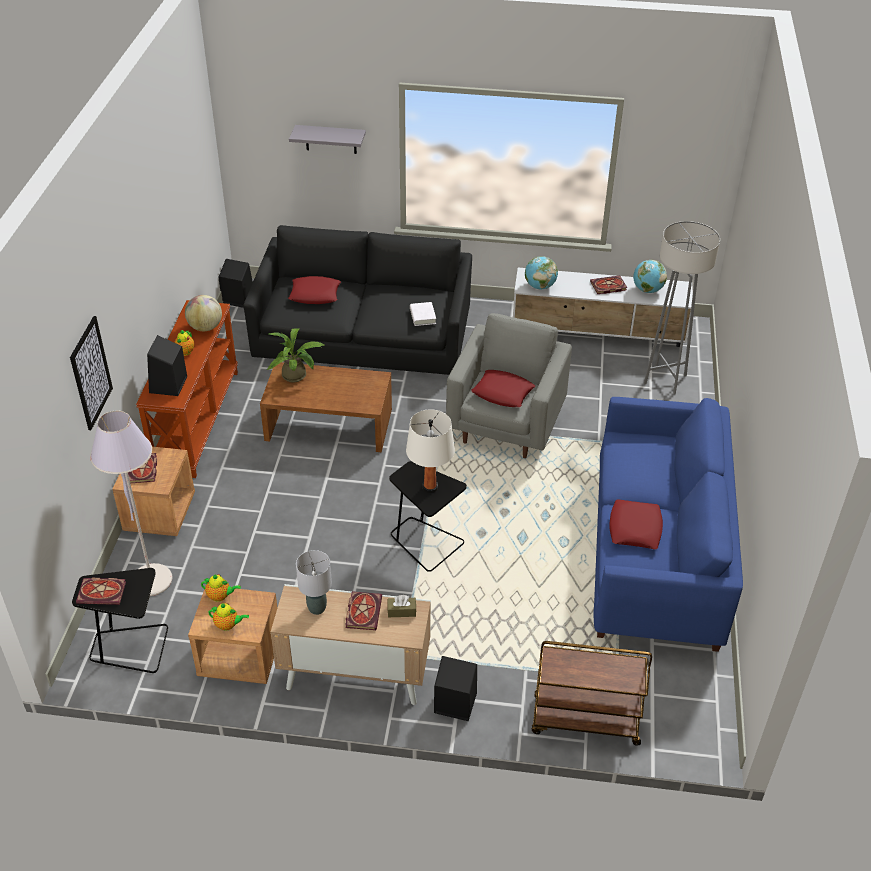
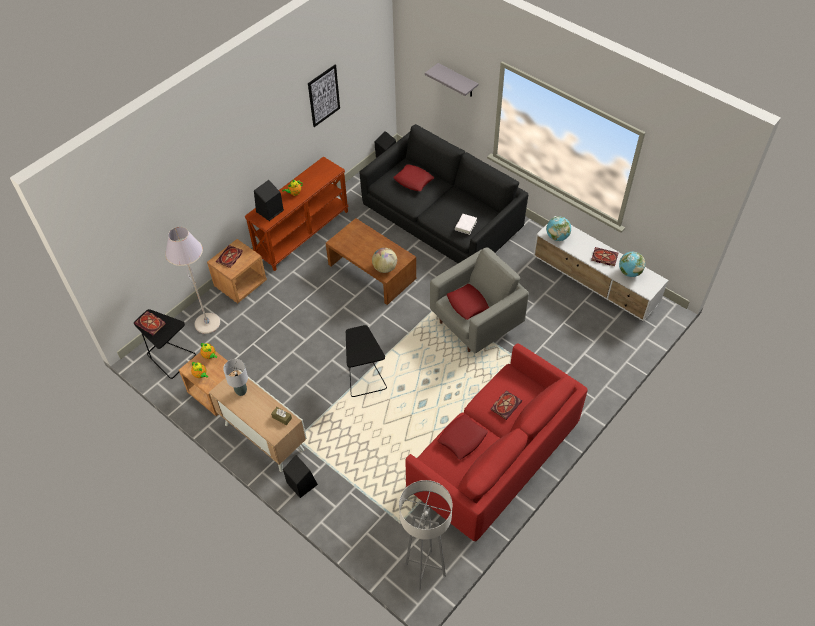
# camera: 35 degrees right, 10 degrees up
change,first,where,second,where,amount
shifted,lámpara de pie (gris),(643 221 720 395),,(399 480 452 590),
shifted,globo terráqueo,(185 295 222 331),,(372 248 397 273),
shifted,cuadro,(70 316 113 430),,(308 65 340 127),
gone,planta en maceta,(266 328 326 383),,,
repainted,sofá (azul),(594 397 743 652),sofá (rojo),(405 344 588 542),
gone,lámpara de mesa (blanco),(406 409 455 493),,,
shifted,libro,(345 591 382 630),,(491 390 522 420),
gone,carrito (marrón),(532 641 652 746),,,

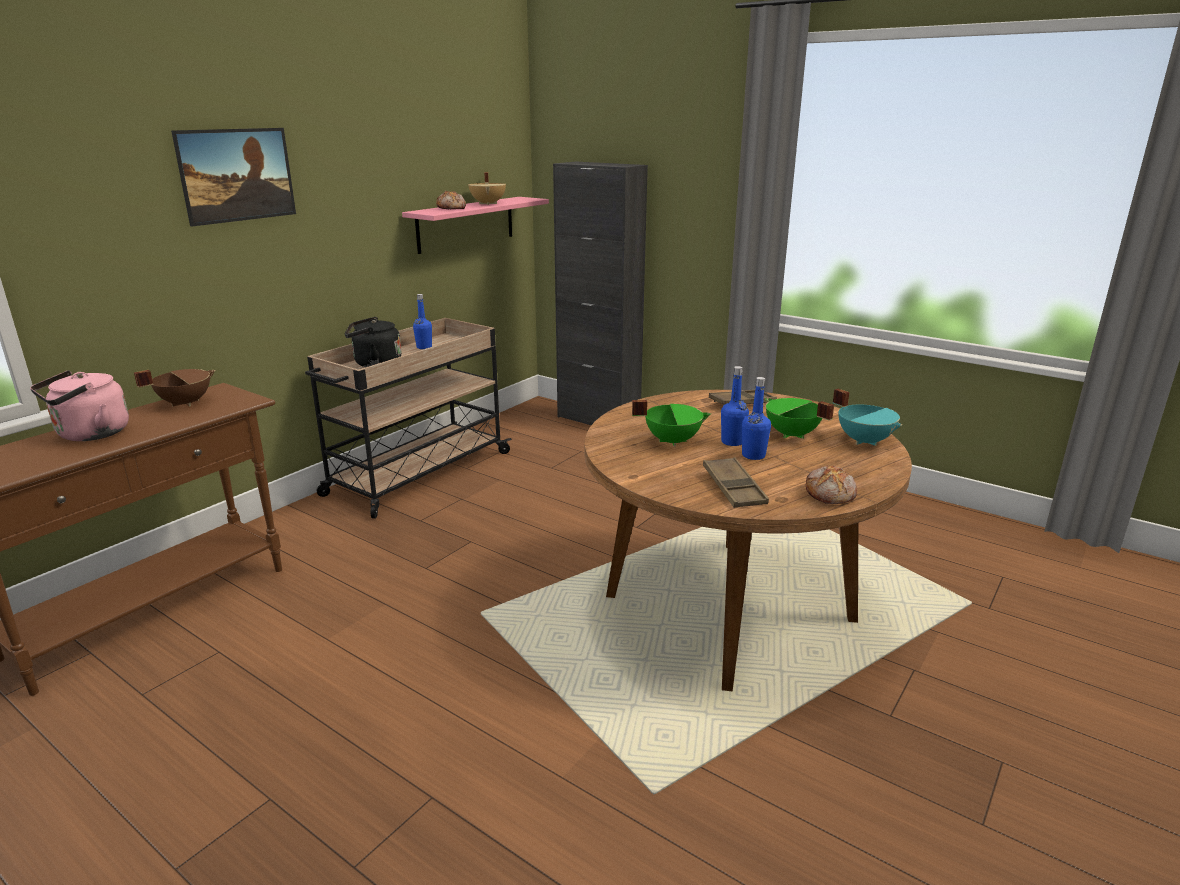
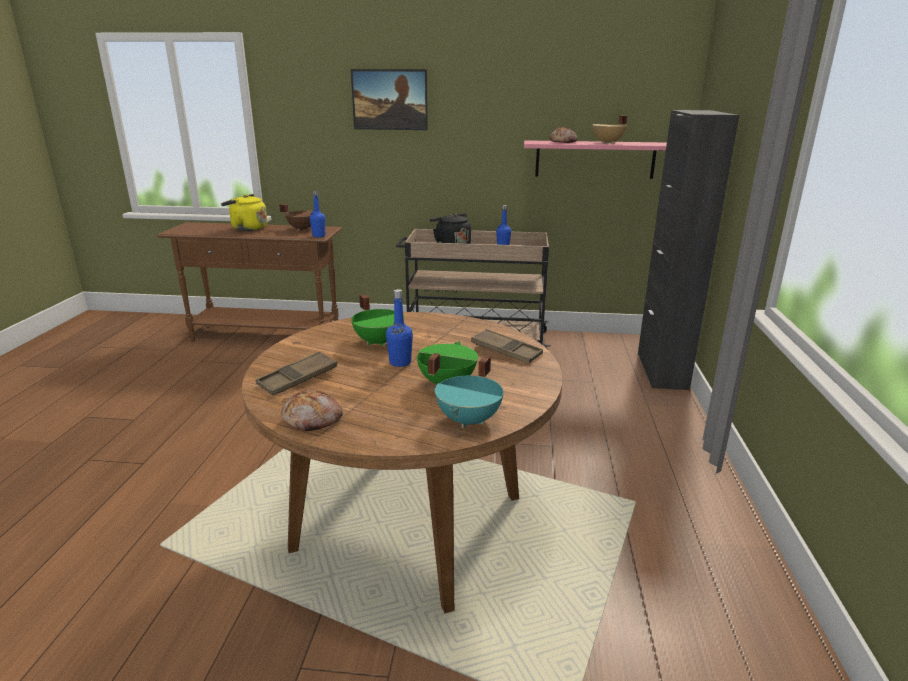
# camera: 60 degrees right, 0 degrees up
change,first,where,second,where,amount
repainted,hervidor (rosa),(30 370 129 441),hervidor (amarillo),(221 194 267 231),
shifted,botella (azul),(742 377 771 460),,(310 191 326 237),

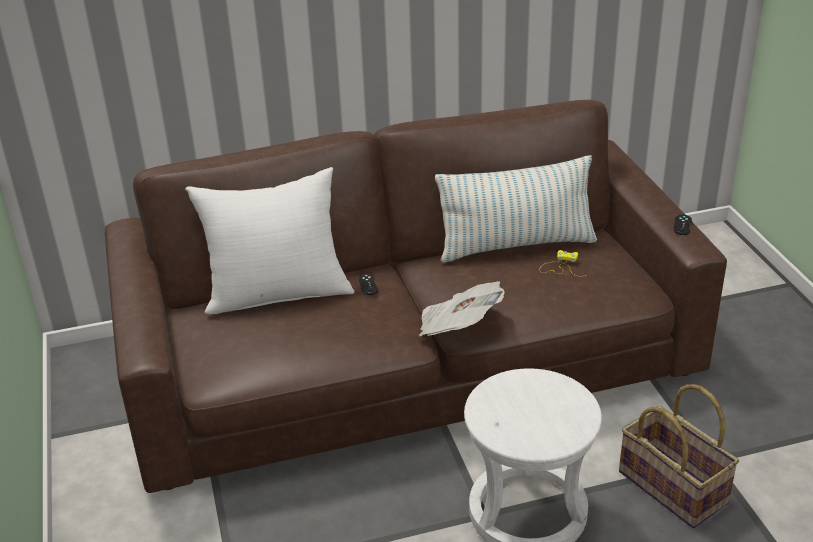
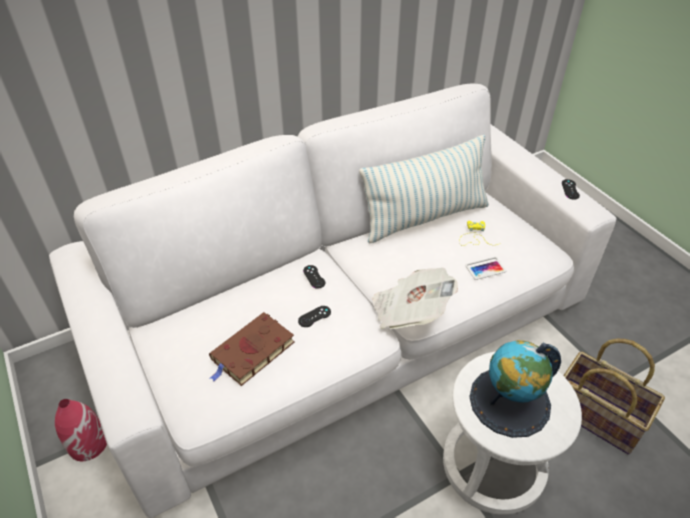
# camera: 15 degrees left, 10 degrees up
change,first,where,second,where,amount
repainted,sofá (marrón),(105 100 727 493),sofá (blanco),(49 83 617 518),
gone,cojín (blanco),(185 167 354 314),,,
new,,,móvil,(465 257 506 280),
new,,,mando de consola (negro),(298 306 331 327),
new,,,libro (marrón),(209 312 294 386),
new,,,globo terráqueo,(469 340 561 438),
new,,,florero (rojo),(55 399 107 461),

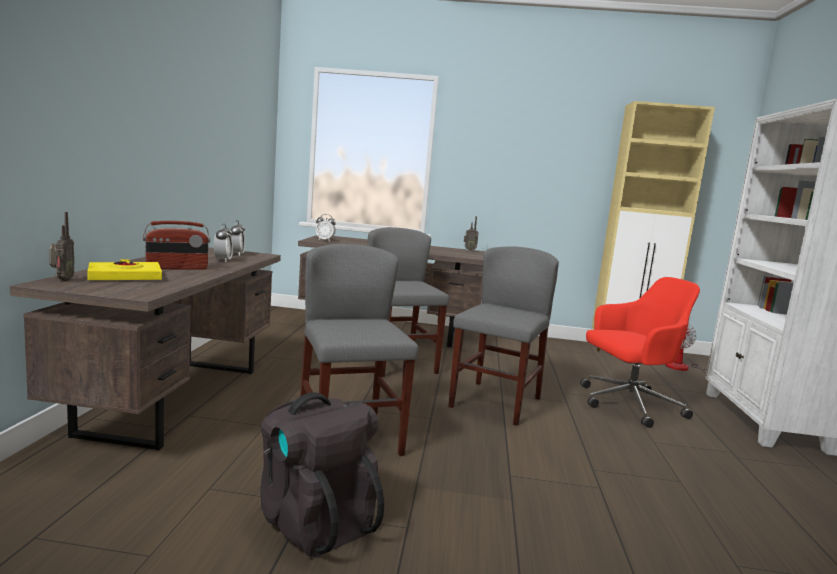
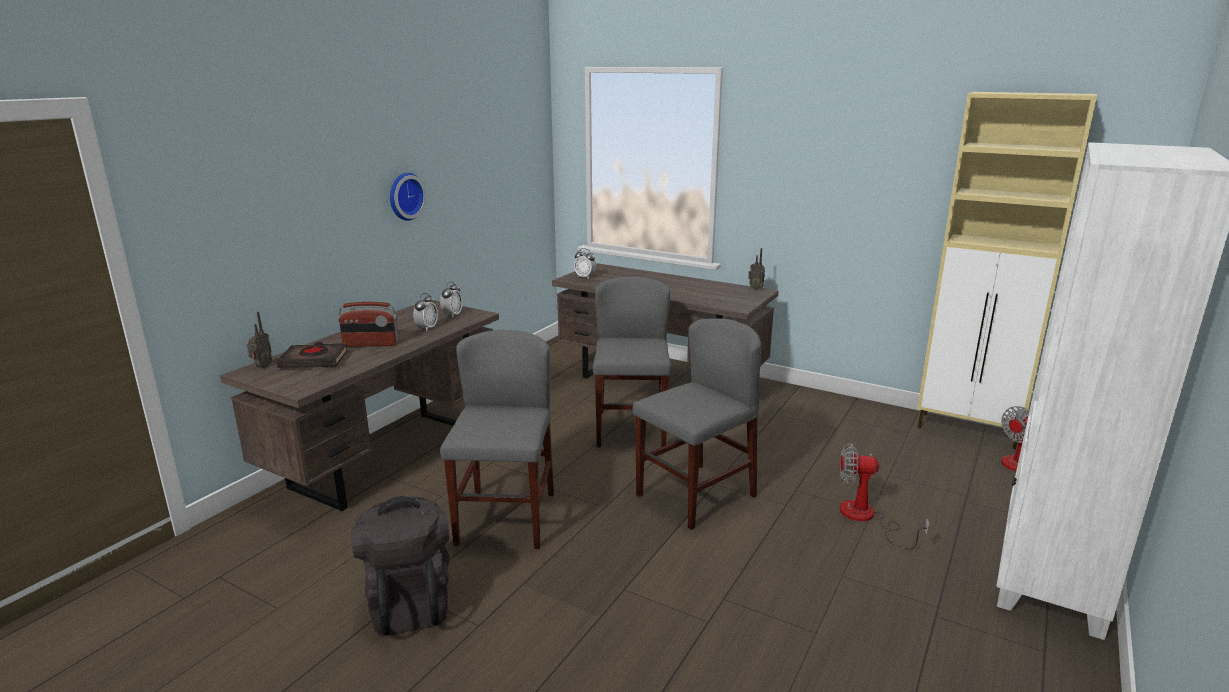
# camera: 25 degrees right, 10 degrees up
change,first,where,second,where,amount
repainted,libro (amarillo),(87 259 162 280),libro (negro),(277 342 348 368),
swapped,silla de oficina (rojo),(580 277 700 428),ventilador,(840 443 929 549),
new,,,reloj de pared,(390 173 427 221),

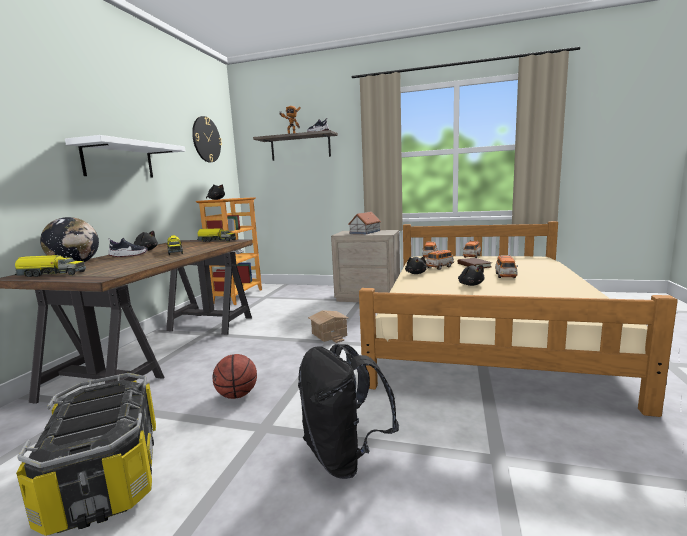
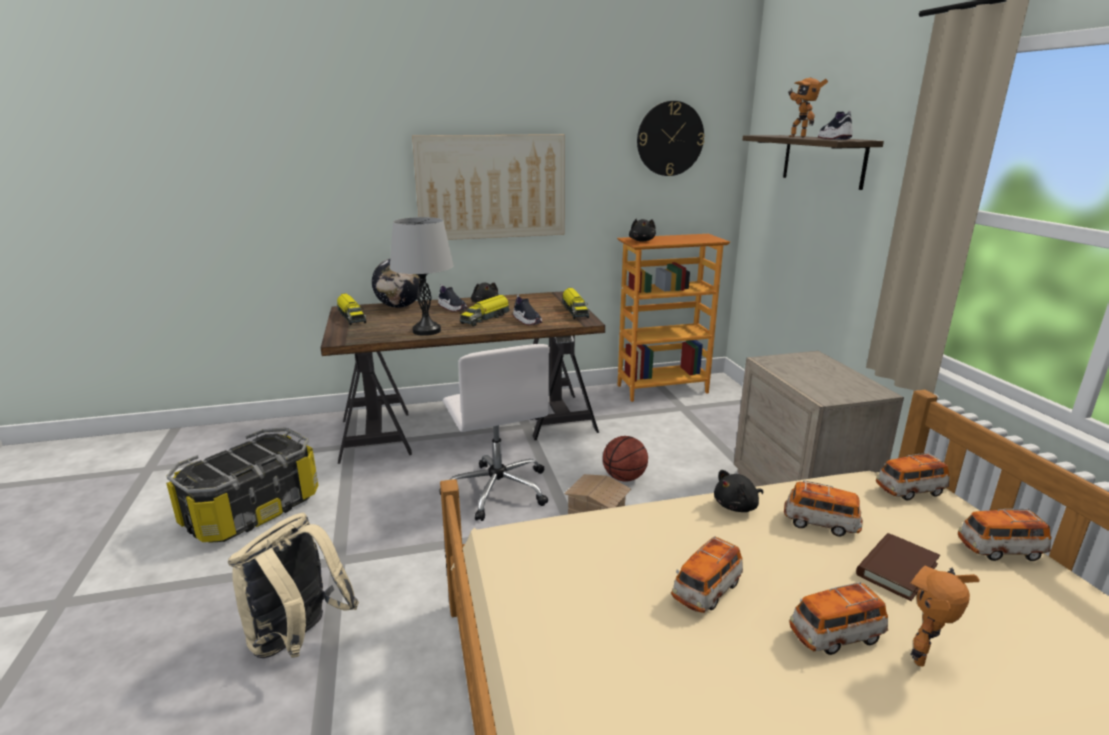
# camera: 60 degrees right, 10 degrees up
change,first,where,second,where,amount
swapped,estante (blanco),(65 135 185 177),cuadro,(412 134 565 240),
gone,casita,(348 211 381 235),,,
swapped,peluche (negro),(458 265 485 286),coche de juguete,(671 536 743 613),
repainted,mochila (negro),(298 344 399 479),mochila (beis),(228 513 359 658),
shifted,balón de baloncesto,(212 354 257 399),,(603 436 648 482),
new,,,lámpara de mesa (gris),(390 217 454 336),
new,,,zapato,(513 295 542 325),
new,,,silla de oficina (blanco),(439 344 550 521),
new,,,robot de juguete,(910 566 980 667),

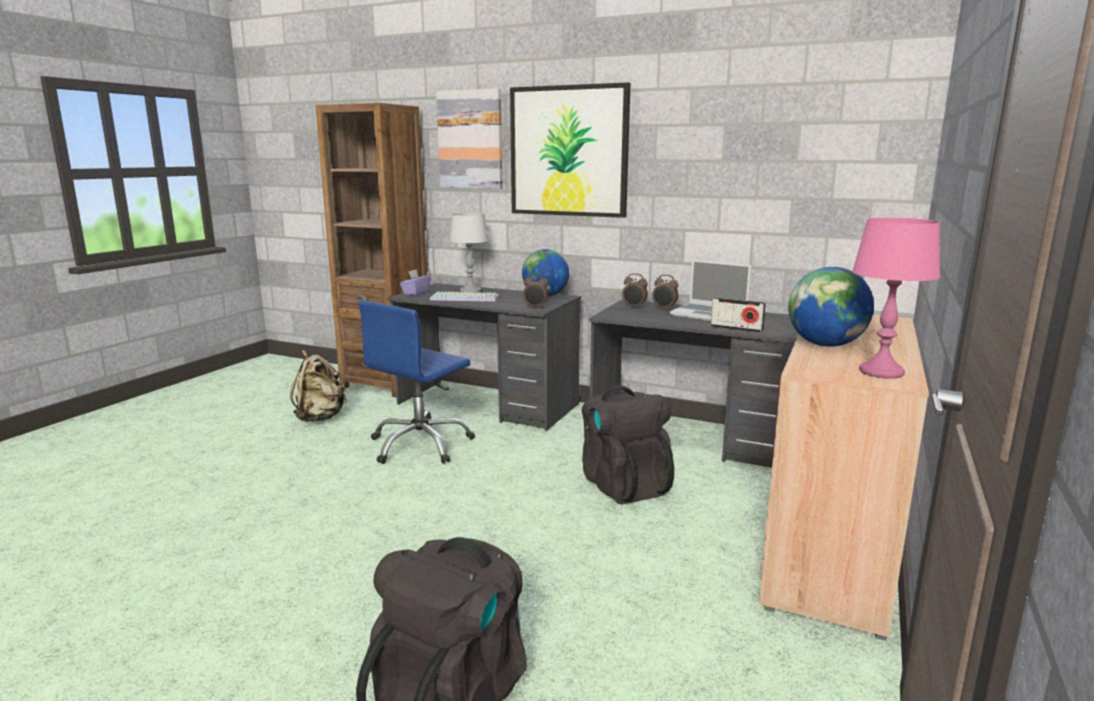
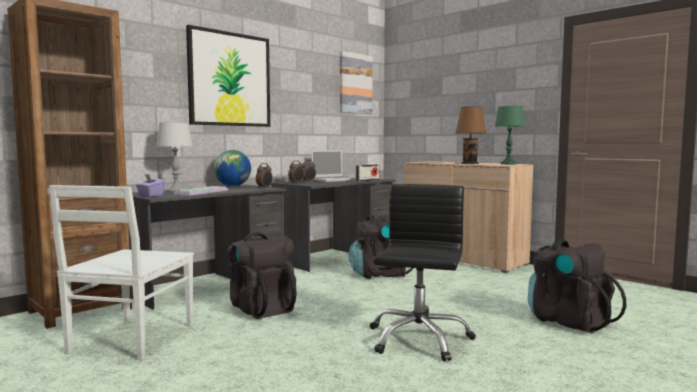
# camera: 70 degrees left, 10 degrees down
change,first,where,second,where,amount
shifted,cuadro,(436 88 502 189),,(340 51 373 114),
repainted,lámpara de mesa (rosa),(852 218 941 379),lámpara de mesa (verde),(495 106 525 164),
swapped,globo terráqueo,(788 267 874 347),lámpara de mesa (marrón),(455 106 486 164),
swapped,silla de oficina (azul),(359 301 475 464),mochila (negro),(227 232 297 319),
swapped,mochila (beis),(290 350 347 422),silla (blanco),(49 185 194 360),
new,,,silla de oficina (negro),(370 184 476 361),

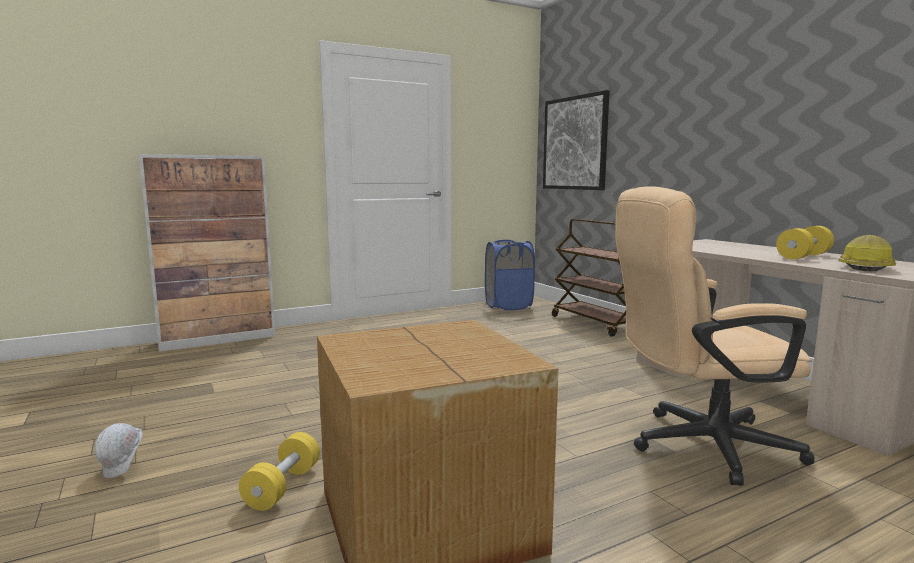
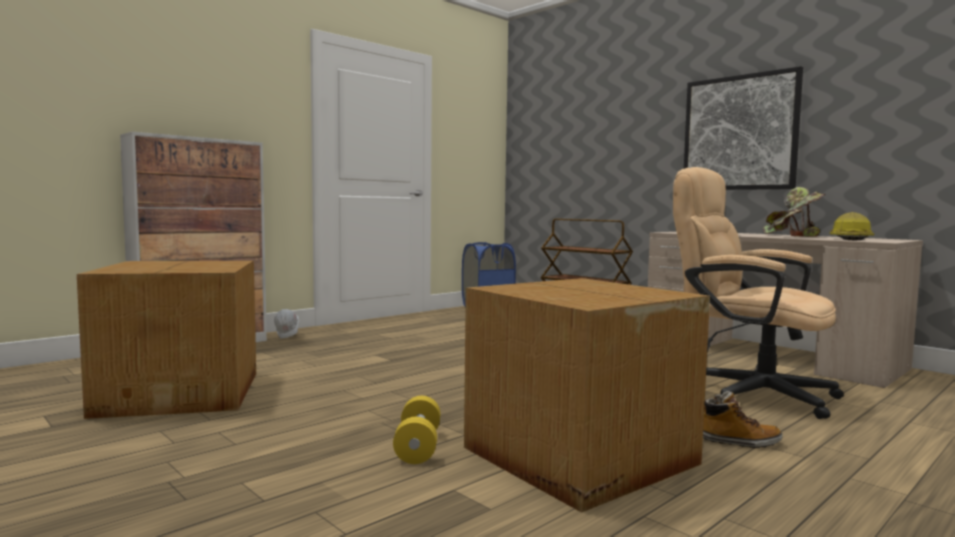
# camera: 15 degrees left, 5 degrees down
change,first,where,second,where,amount
shifted,cuadro,(543 90 610 190),,(684 66 803 190),
rotated,silla de oficina (beis),(615 186 814 486),,(673 167 844 419),60 degrees clockwise
swapped,mancuerna (amarillo),(776 226 834 259),planta en maceta,(763 187 825 237),
shifted,casco (blanco),(95 423 143 478),,(274 309 299 339),
new,,,caja de cartón,(77 260 256 419),
new,,,bota,(703 391 782 448),

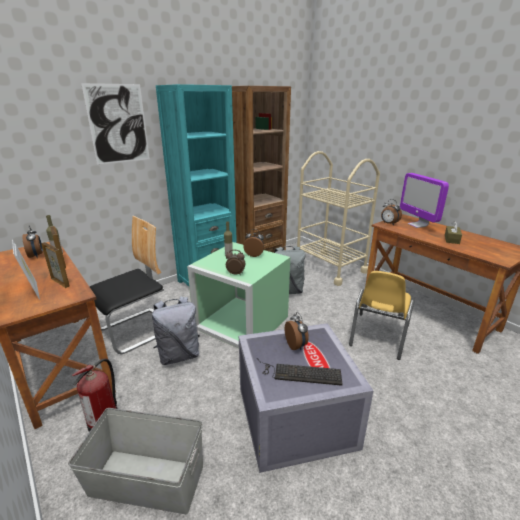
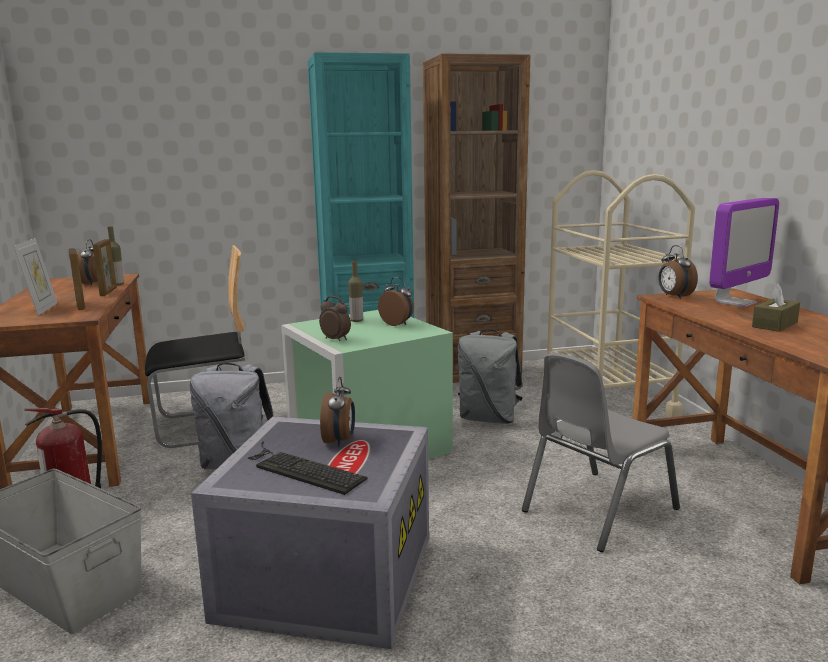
# camera: 25 degrees right, 10 degrees down
change,first,where,second,where,amount
gone,cuadro,(81 83 150 165),,,
rotated,monitor,(400 173 449 228),,(709 198 779 307),135 degrees counterclockwise
repainted,silla (amarillo),(349 271 414 360),silla (gris),(522 353 680 552),

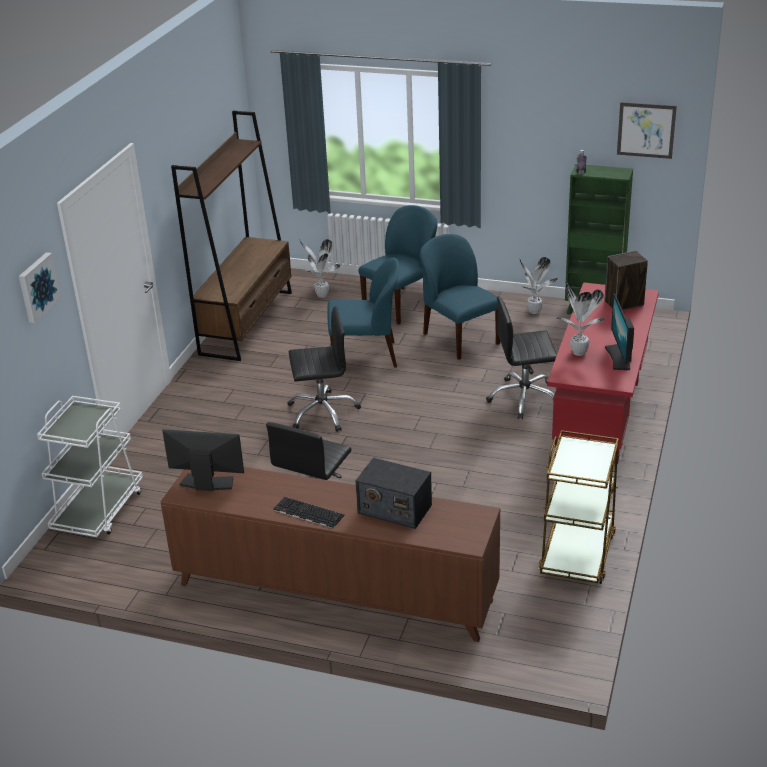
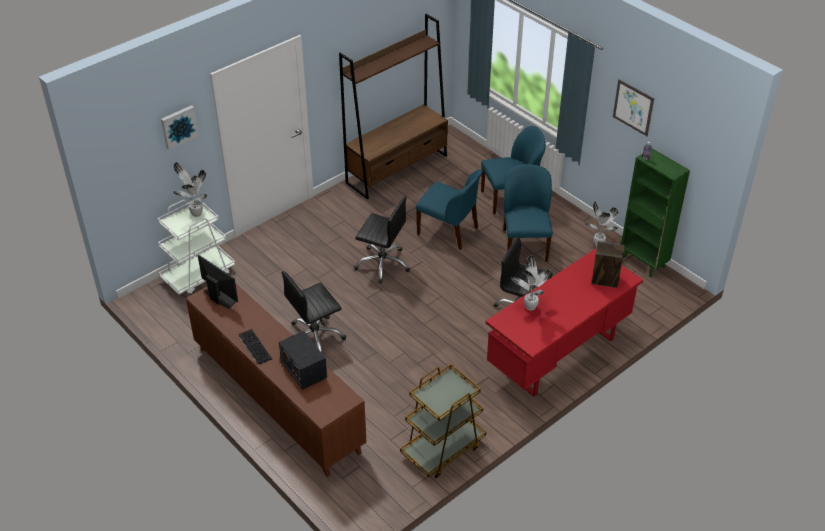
# camera: 30 degrees right, 10 degrees up
change,first,where,second,where,amount
shifted,cuadro,(617 102 677 159),,(613 79 654 136),
shifted,planta en maceta,(299 239 340 298),,(173 162 208 217),
gone,monitor,(605 293 634 370),,,

